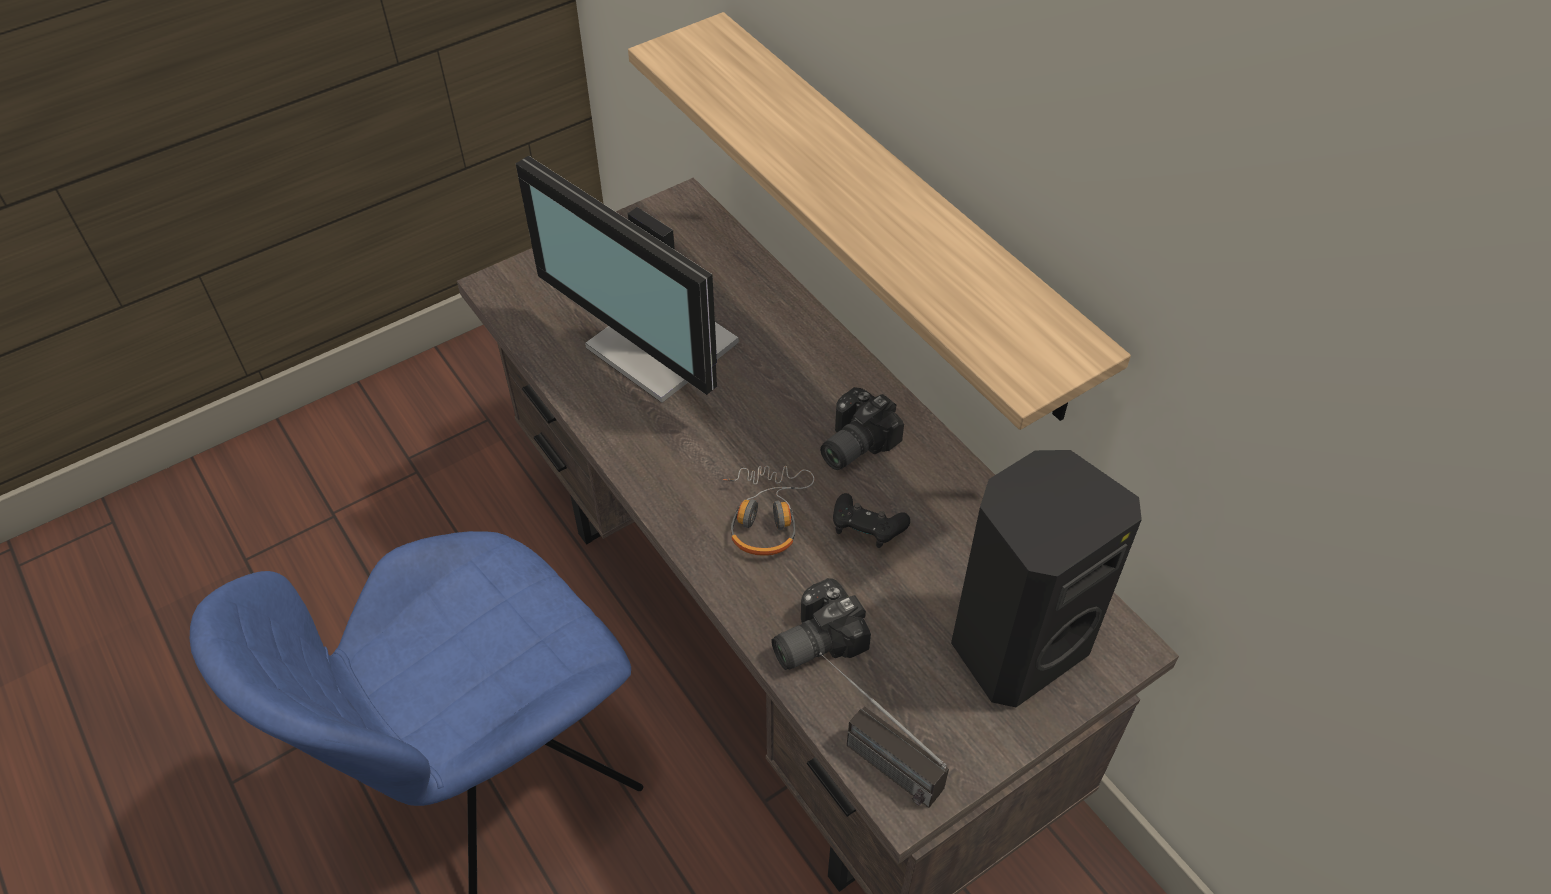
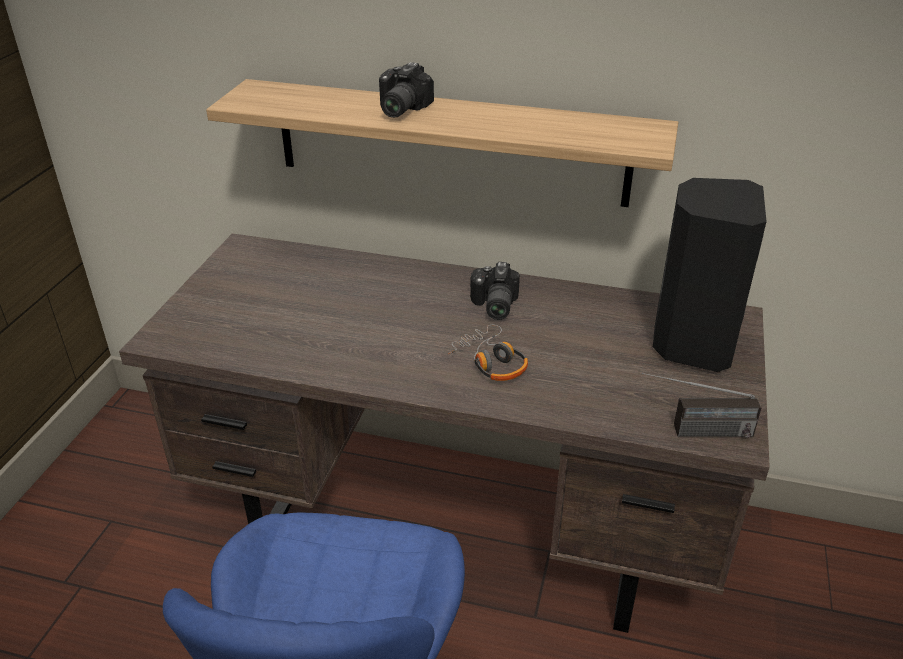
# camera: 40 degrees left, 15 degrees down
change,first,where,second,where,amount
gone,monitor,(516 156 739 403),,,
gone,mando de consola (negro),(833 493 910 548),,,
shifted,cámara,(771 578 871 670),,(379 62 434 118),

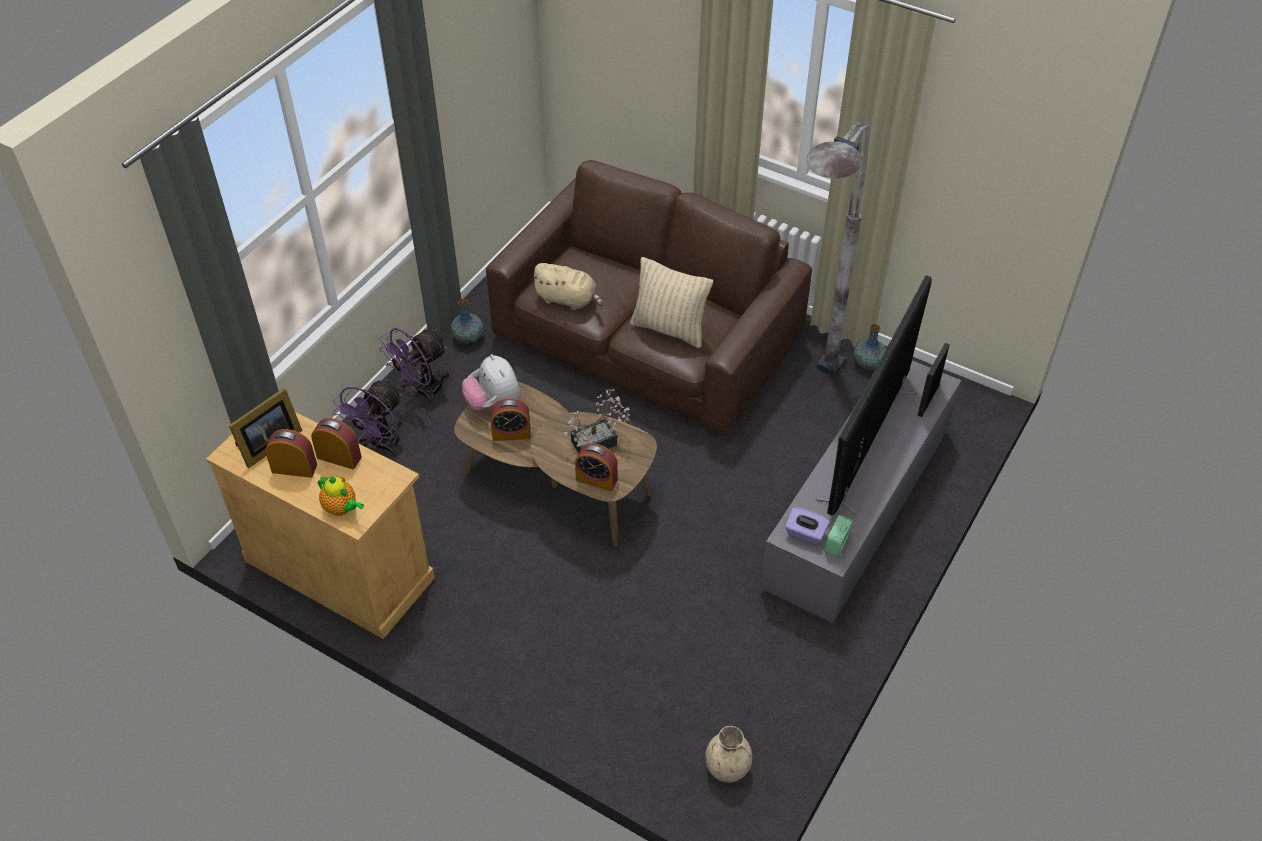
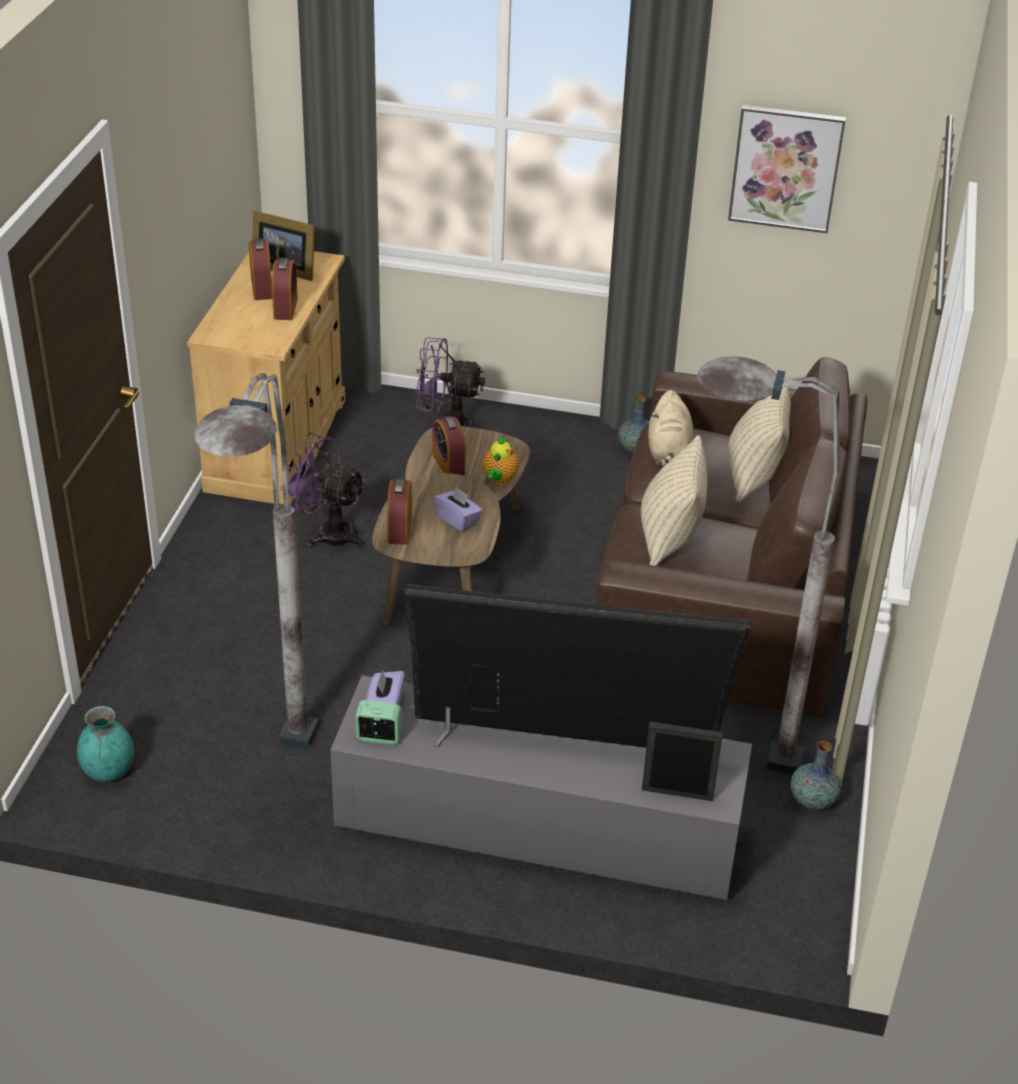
# camera: 70 degrees right, 10 degrees down
change,first,where,second,where,amount
shifted,ventilador (morado),(379 328 449 405),,(280 433 366 548),
gone,peluche,(462 354 520 411),,,
swapped,planta en maceta,(564 389 630 453),caja de pañuelos (morado),(433 487 483 532),
shifted,tetera,(318 476 364 516),,(483 437 519 485),
repainted,florero (beis),(705 726 752 783),florero (turquesa),(77 706 134 782),
new,,,cuadro,(728 105 846 233),
new,,,lámpara de pie (gris),(194 373 319 749),
new,,,cojín (beis),(728 381 791 503),

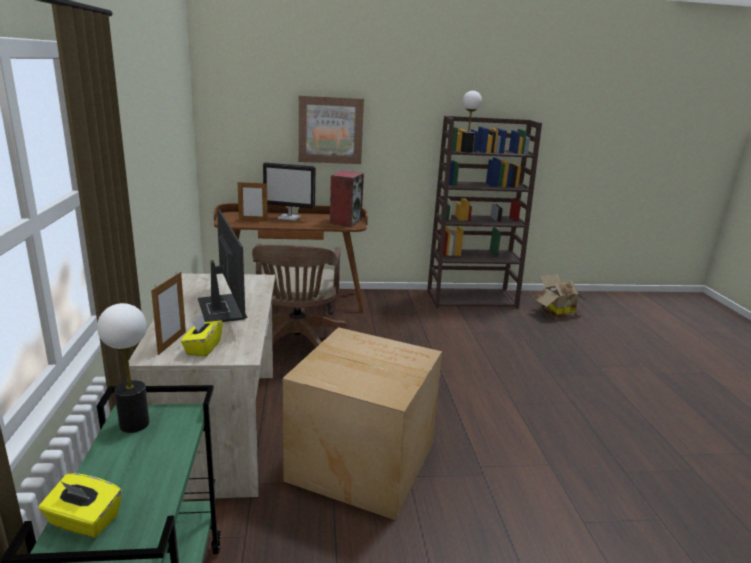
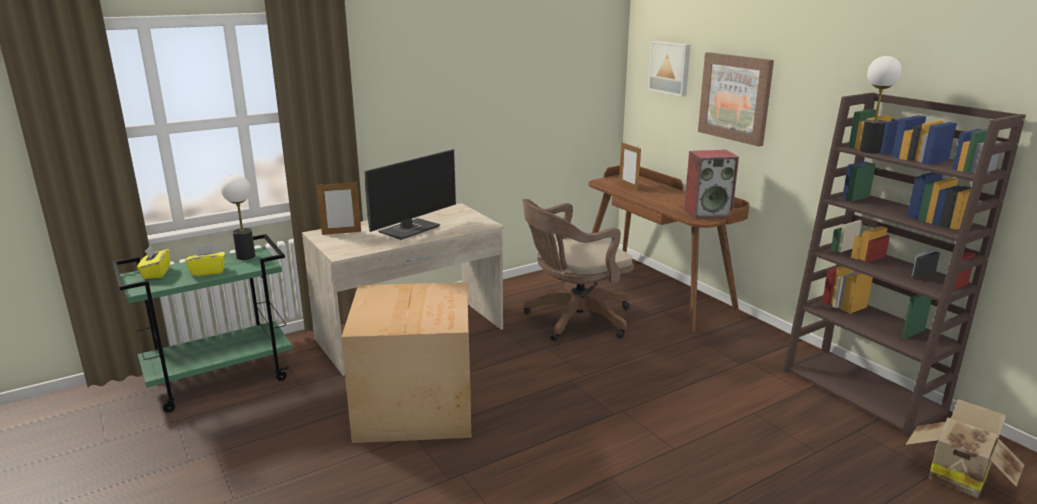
# camera: 65 degrees right, 0 degrees up
change,first,where,second,where,amount
gone,monitor,(263 162 316 221),,,
shifted,caja de pañuelos (amarillo),(181 314 223 357),,(185 244 226 276),
new,,,cuadro,(648 41 690 96),

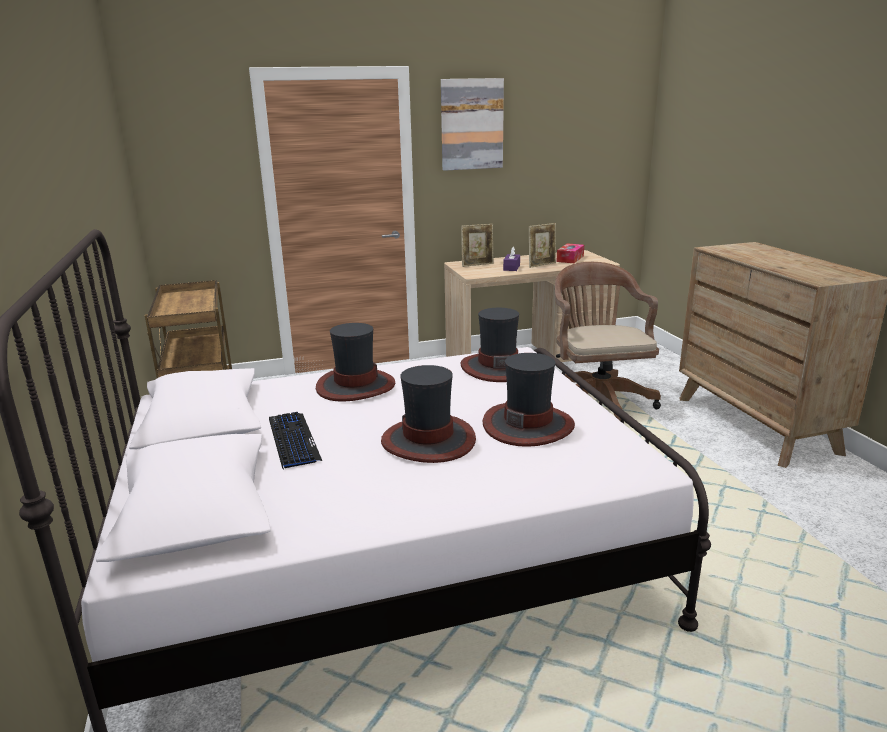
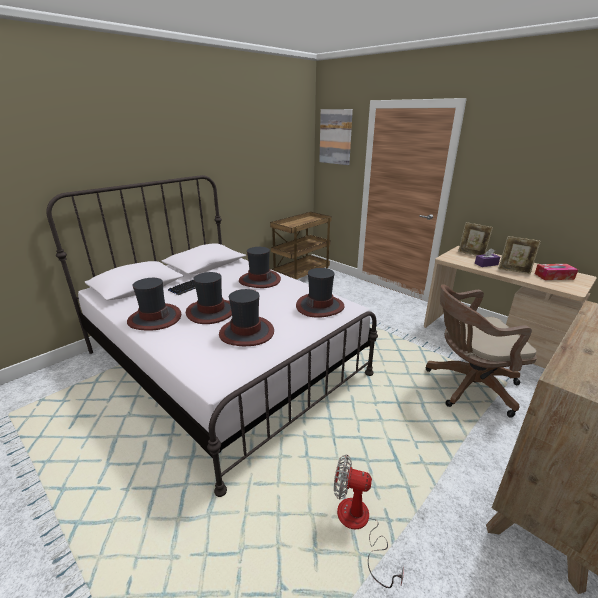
# camera: 60 degrees right, 5 degrees up
change,first,where,second,where,amount
shifted,cuadro,(441 78 504 171),,(319 109 353 165),
rotated,silla de oficina (marrón),(555 262 661 421),,(426 284 537 418),150 degrees counterclockwise
new,,,sombrero,(127 278 181 331),
new,,,ventilador,(334 454 404 588),

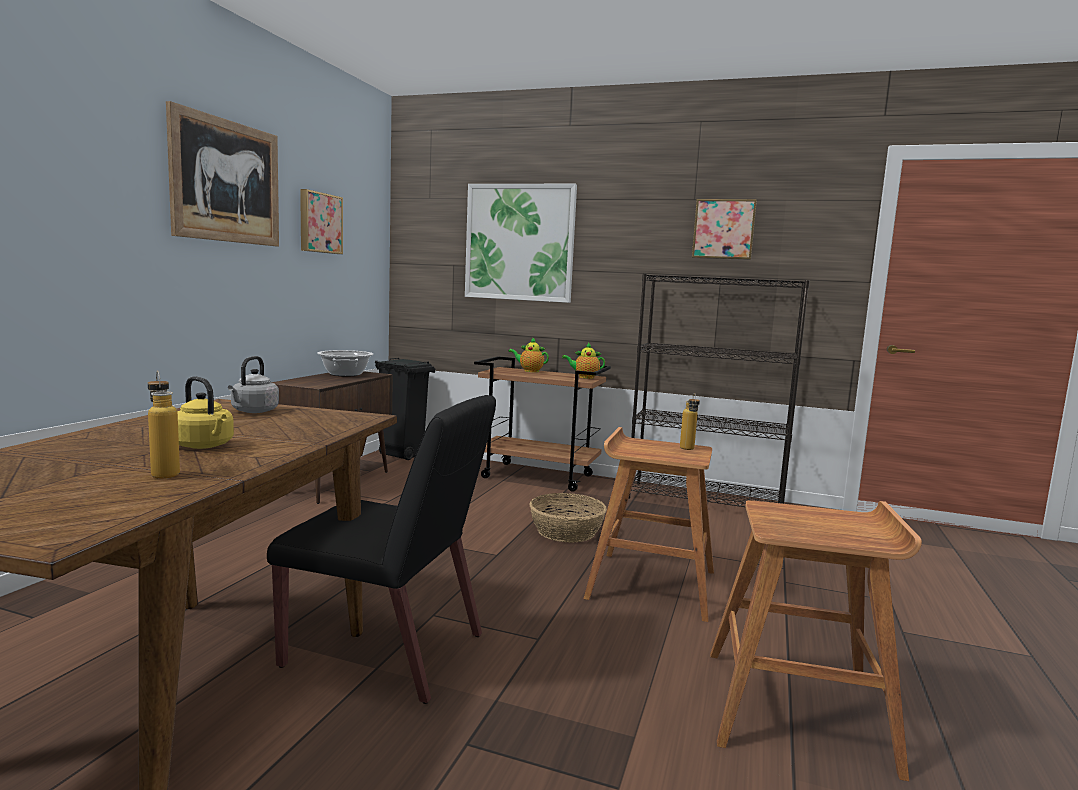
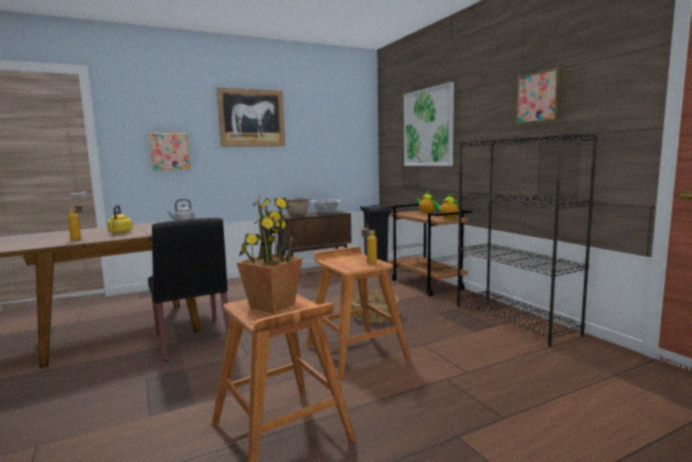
# camera: 45 degrees right, 0 degrees up
change,first,where,second,where,amount
shifted,cuadro,(300 189 343 254),,(149 133 191 170),
new,,,planta en maceta,(237 194 303 313),
new,,,olla (marrón),(286 197 309 216),

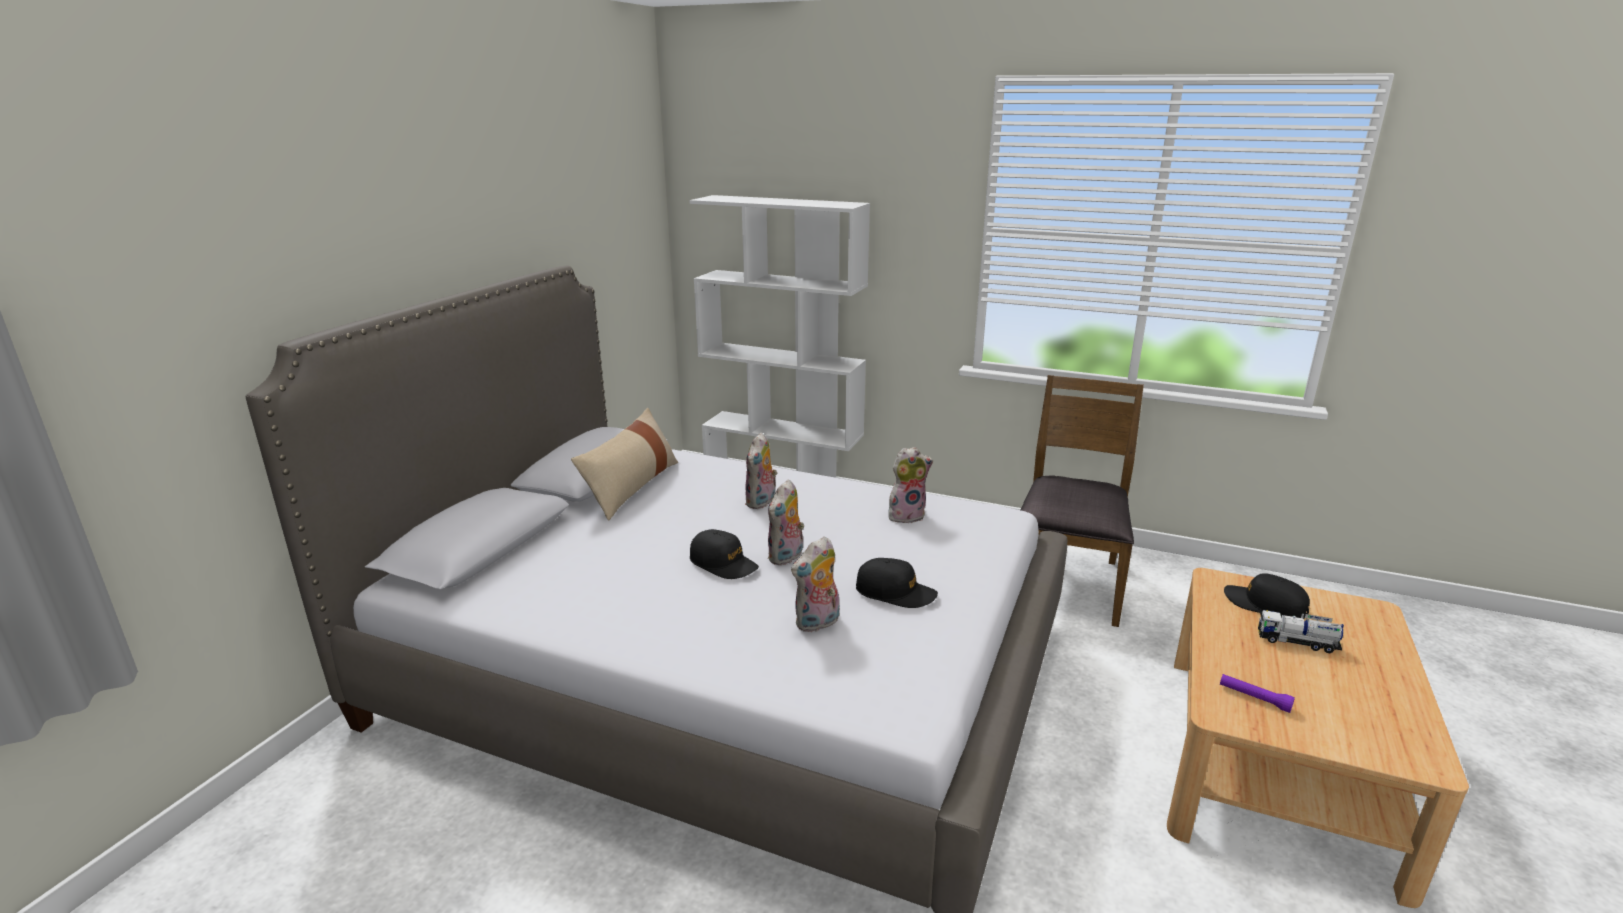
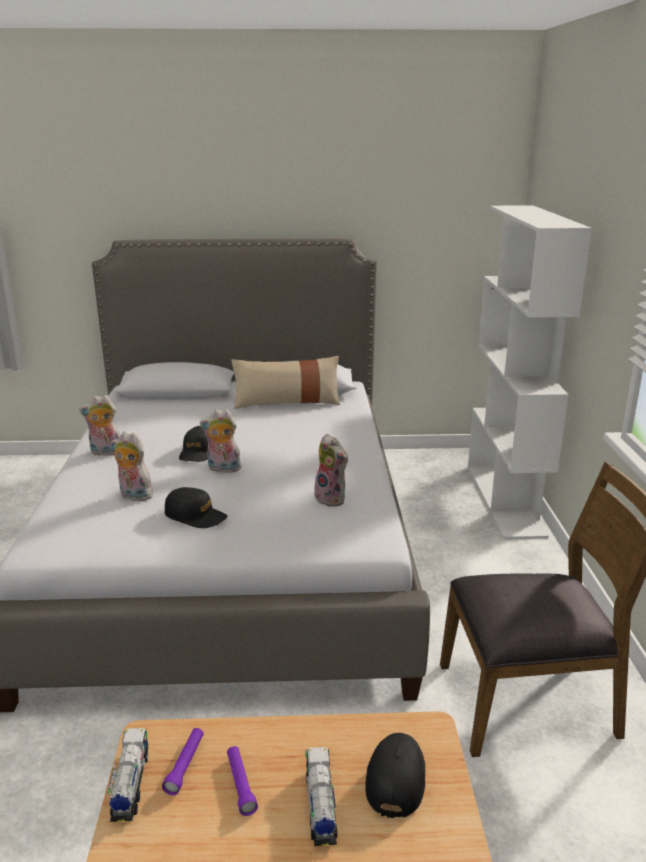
# camera: 65 degrees right, 0 degrees up
change,first,where,second,where,amount
shifted,peluche,(745 433 777 509),,(79 395 121 456),
rotated,gorra (negro),(856 558 938 608),,(165 487 227 528),60 degrees counterclockwise
new,,,camión de juguete,(108 728 148 822),
new,,,linterna (morado),(227 746 258 816),

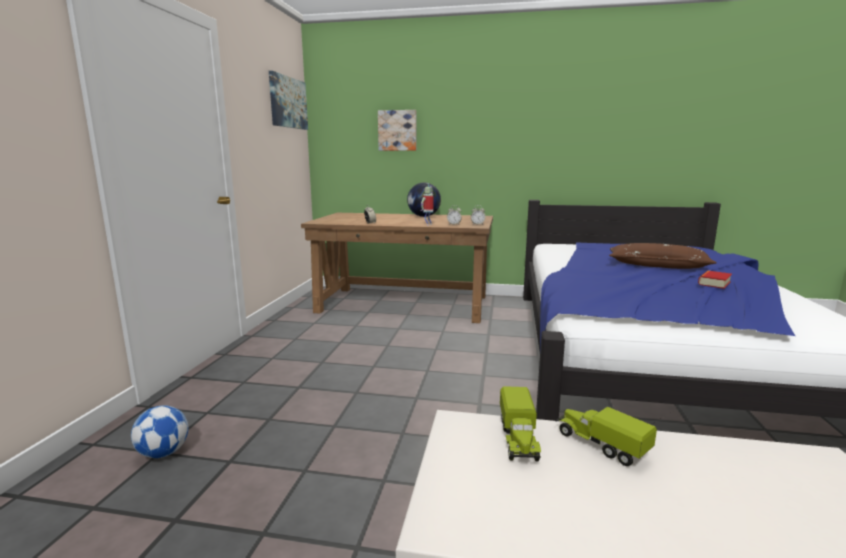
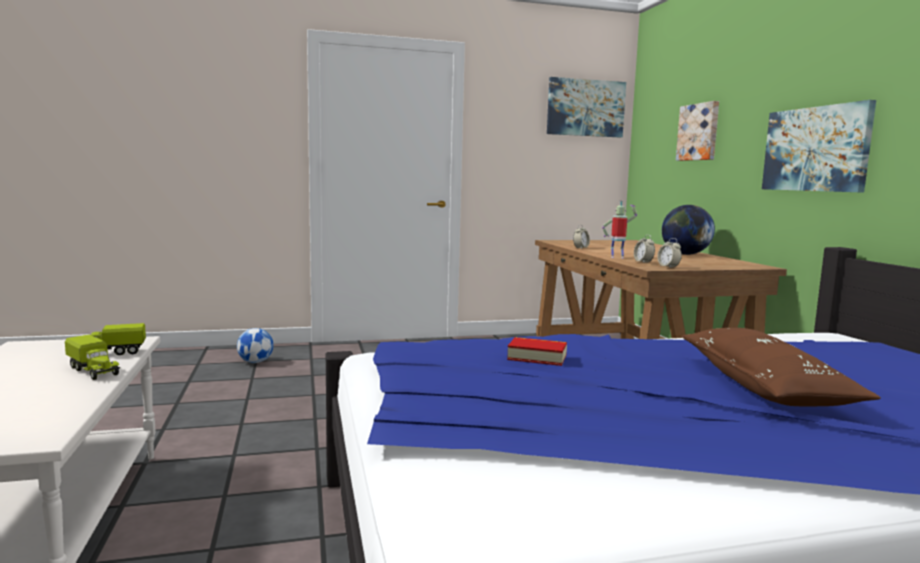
# camera: 65 degrees right, 5 degrees down
change,first,where,second,where,amount
shifted,libro,(698 270 732 289),,(507 337 567 366),
rotated,camión de juguete,(555 407 657 466),,(65 335 120 380),105 degrees clockwise
new,,,cuadro,(762 100 876 193),

